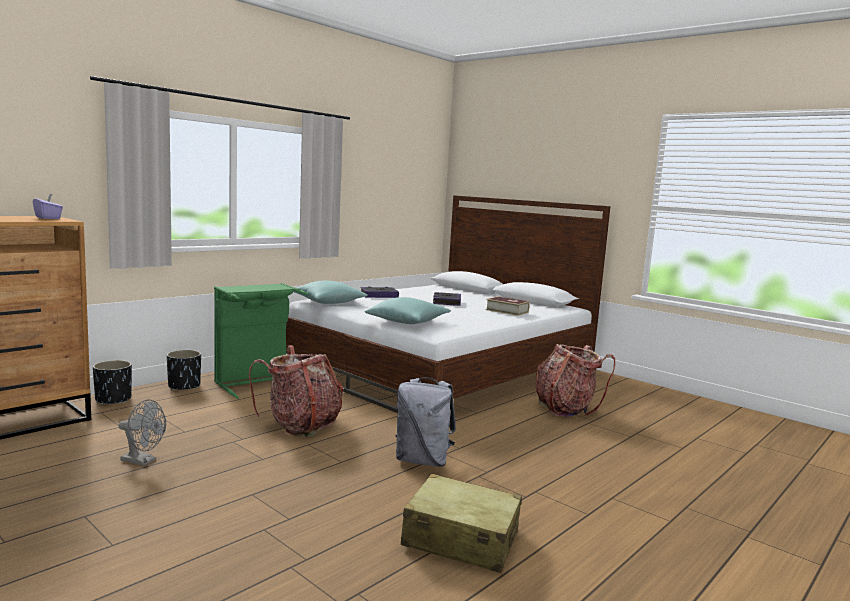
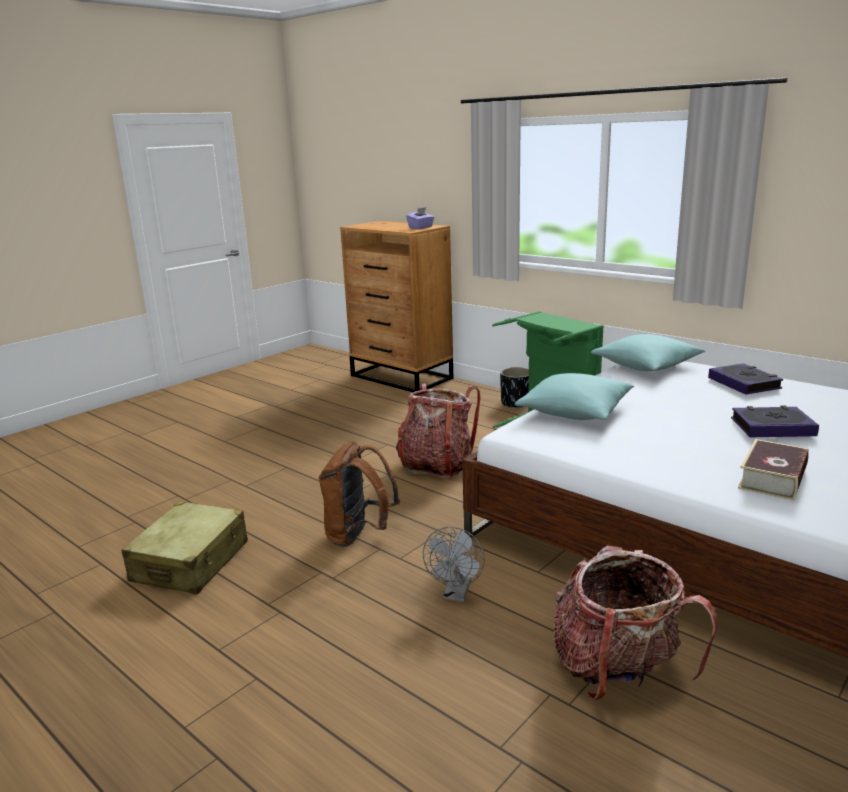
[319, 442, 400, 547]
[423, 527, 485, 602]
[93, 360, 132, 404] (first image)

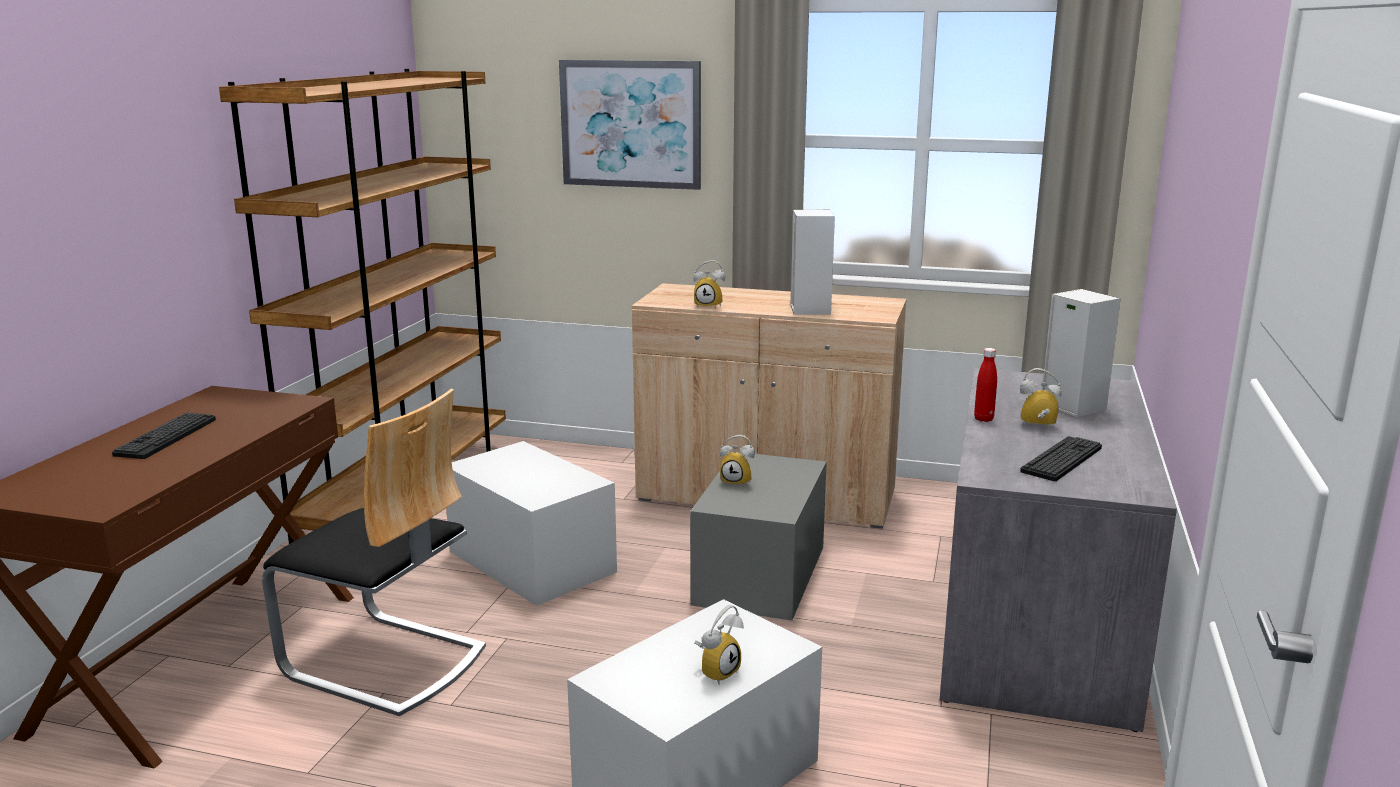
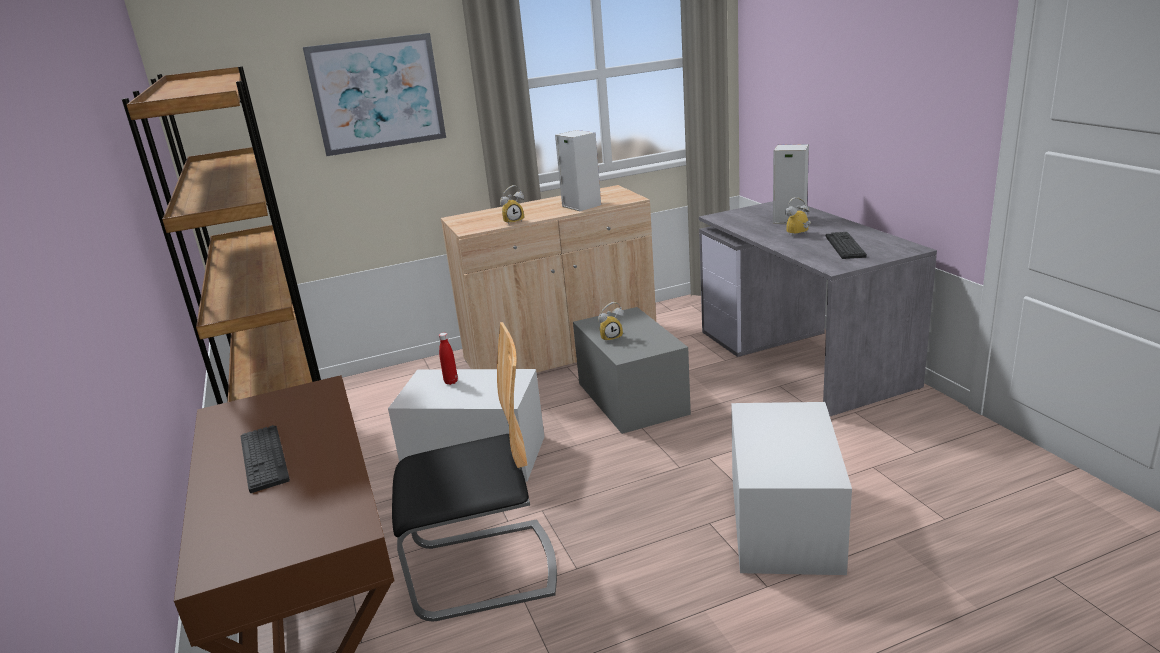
[439, 333, 458, 385]
[694, 605, 744, 684] (first image)

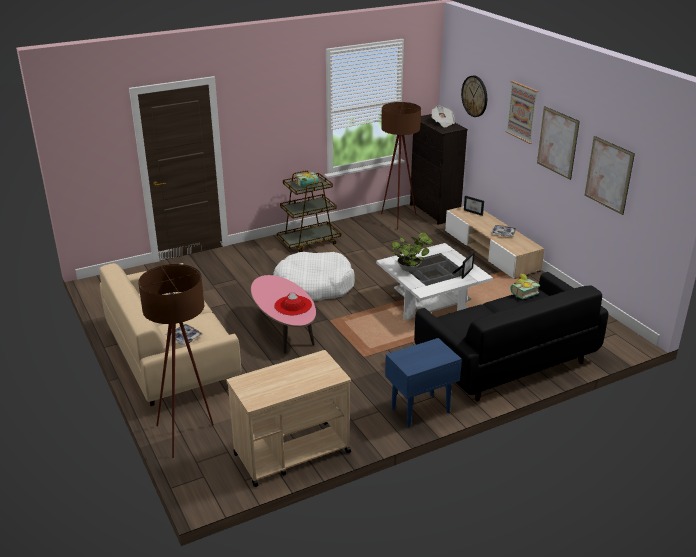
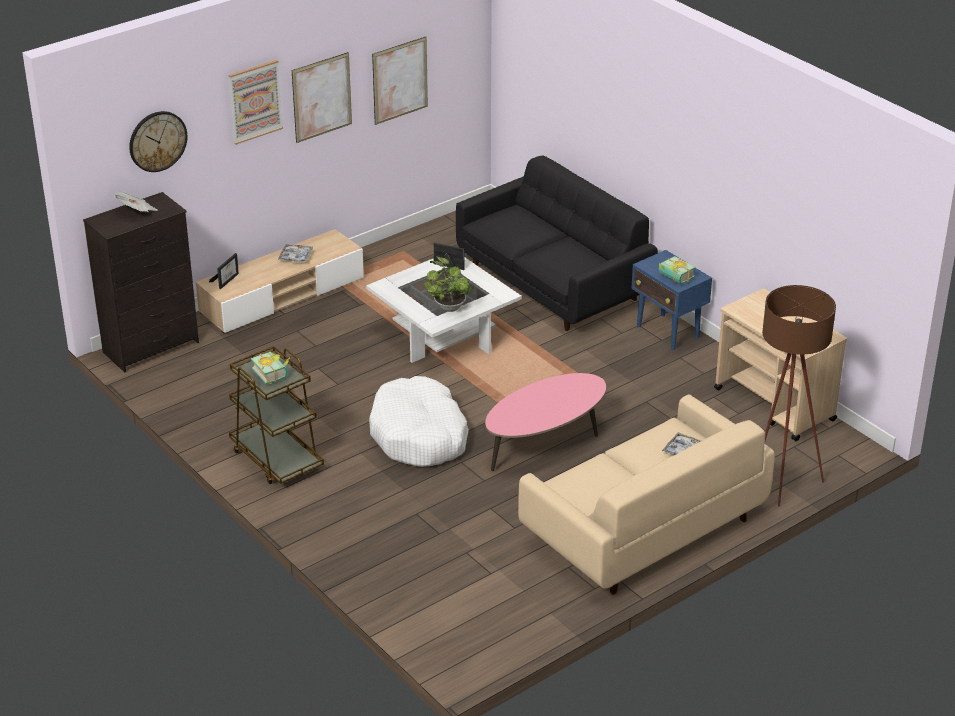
[659, 256, 695, 285]
[274, 292, 312, 315] (first image)
[381, 102, 421, 230] (first image)

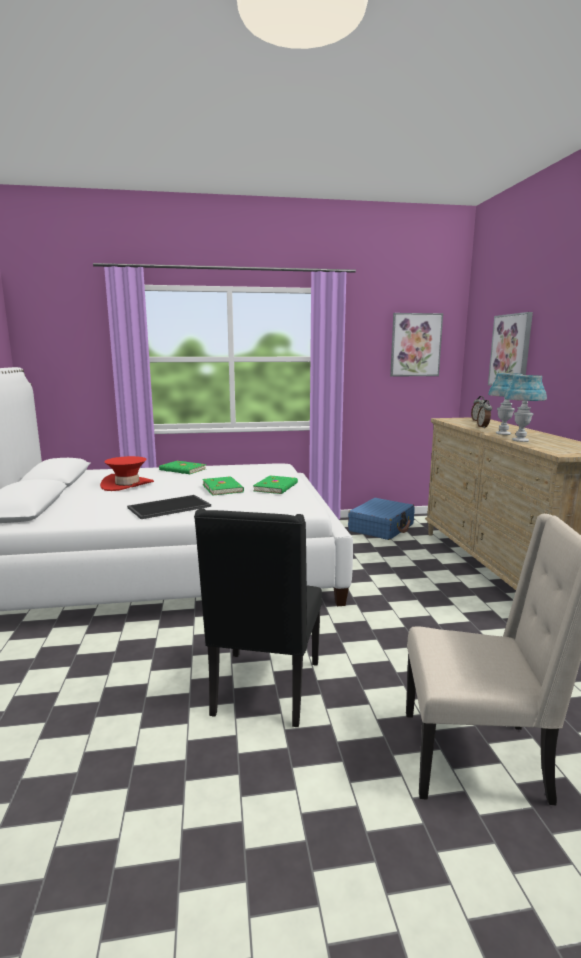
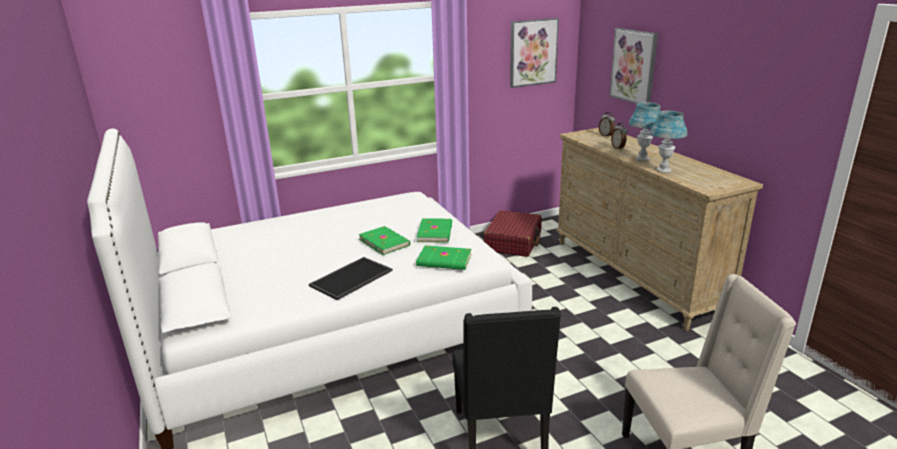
[416, 245, 472, 270]
[484, 210, 542, 257]
[100, 456, 154, 491] (first image)

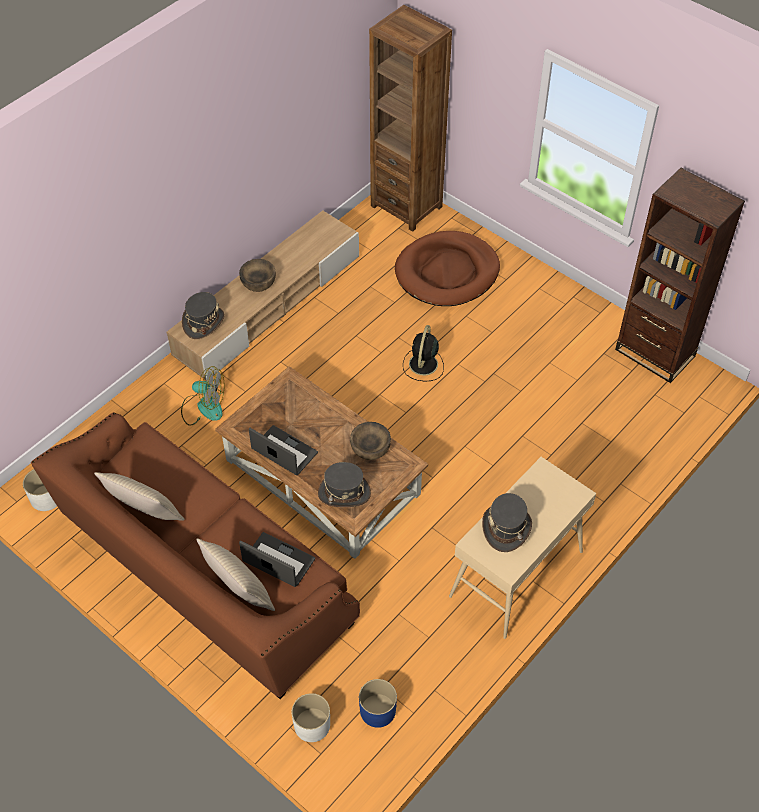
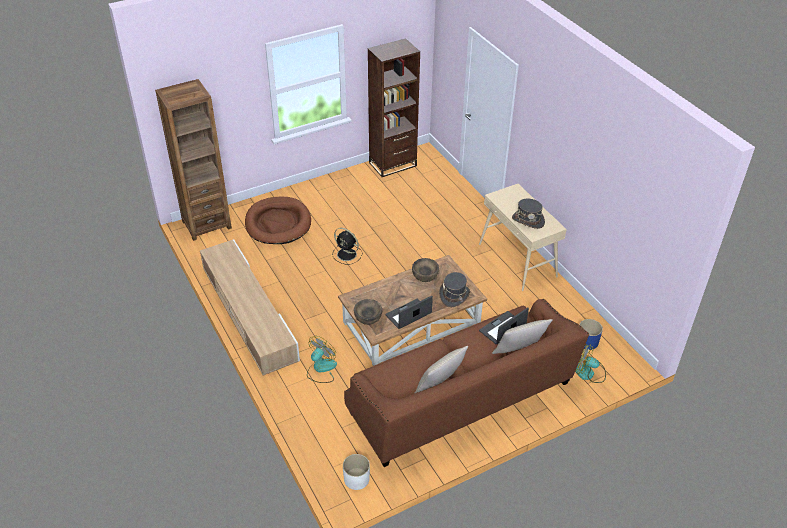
[354, 299, 382, 325]
[575, 344, 606, 383]
[182, 292, 225, 339] (first image)

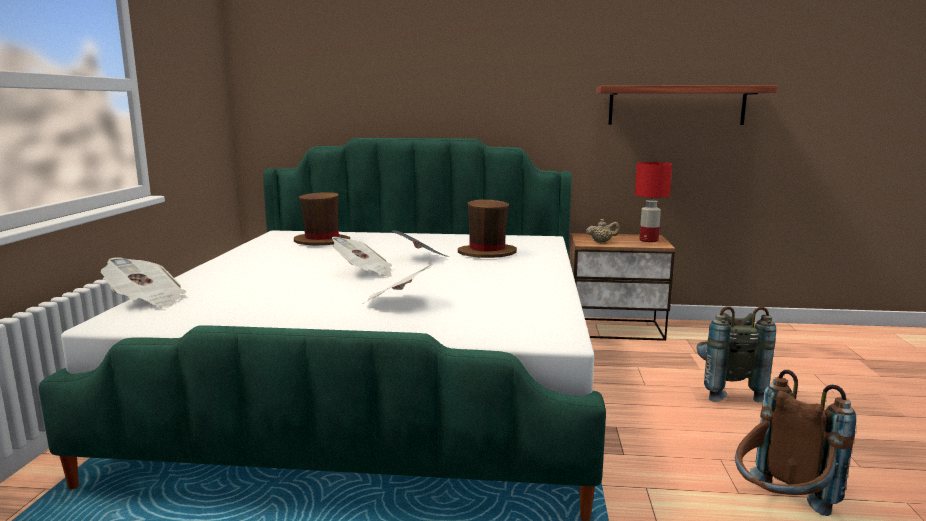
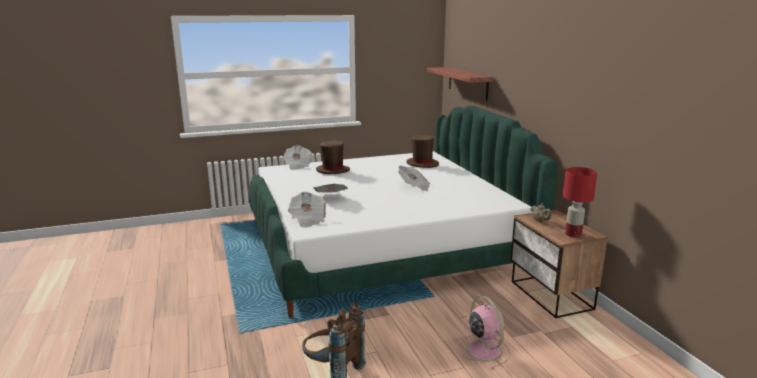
[288, 192, 327, 228]
[316, 140, 350, 174]
[427, 67, 494, 100]
[456, 296, 511, 369]

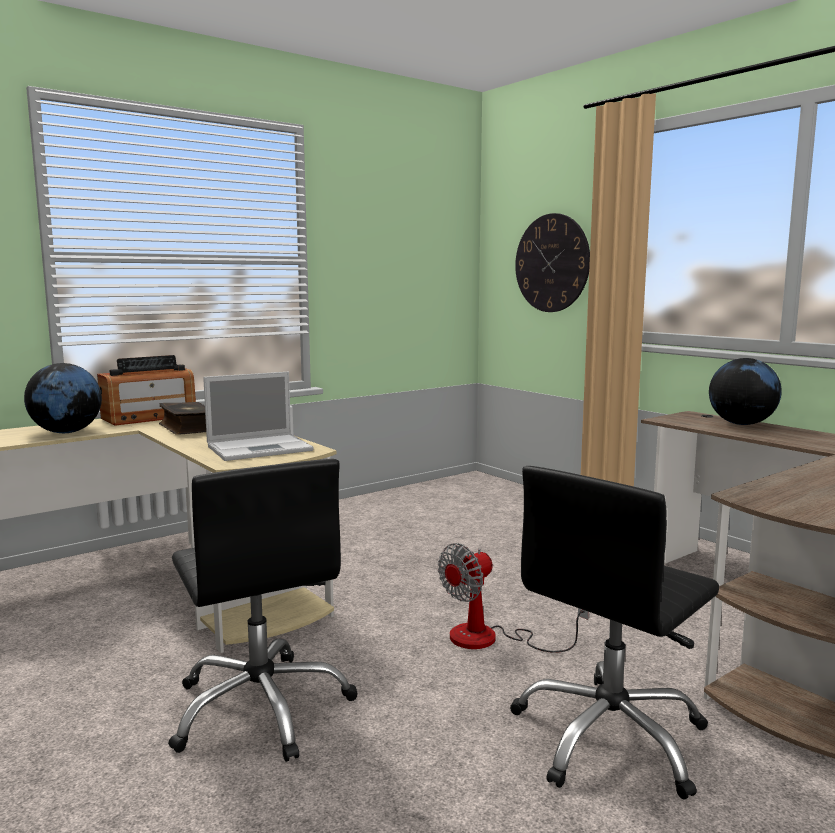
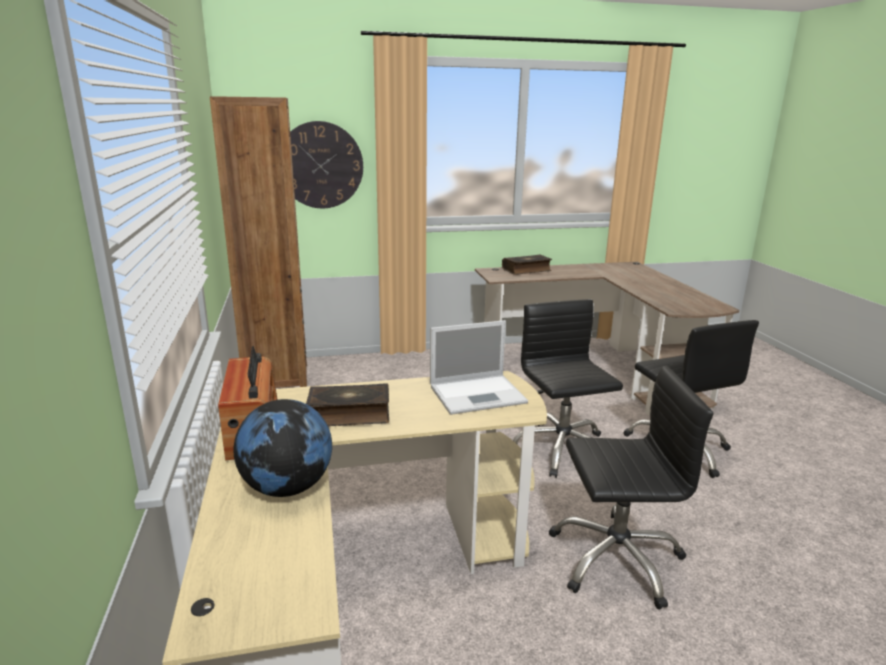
[210, 96, 307, 388]
[430, 320, 528, 415]
[502, 255, 552, 275]
[513, 299, 623, 478]

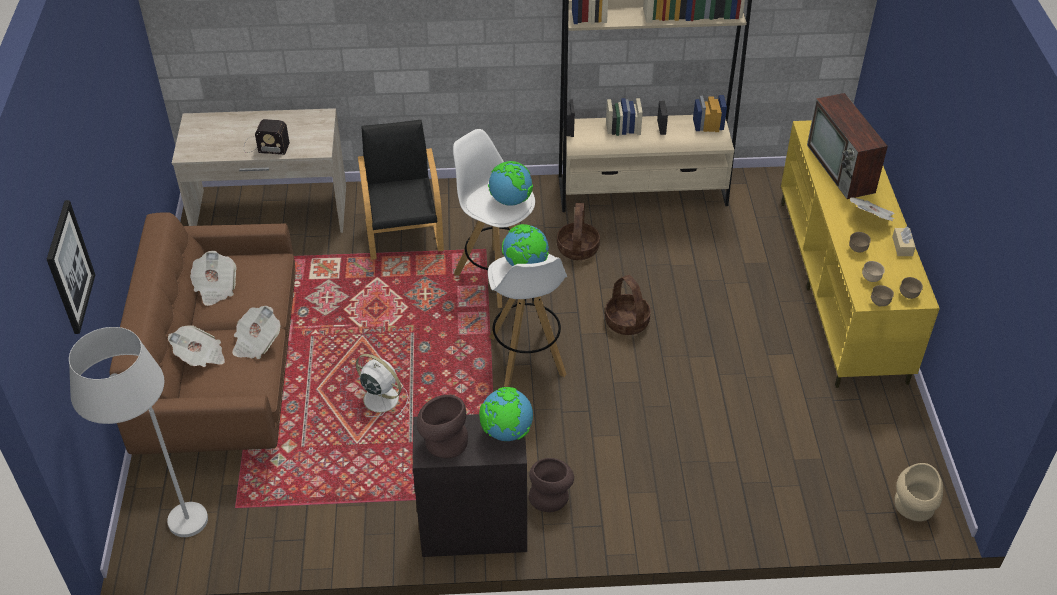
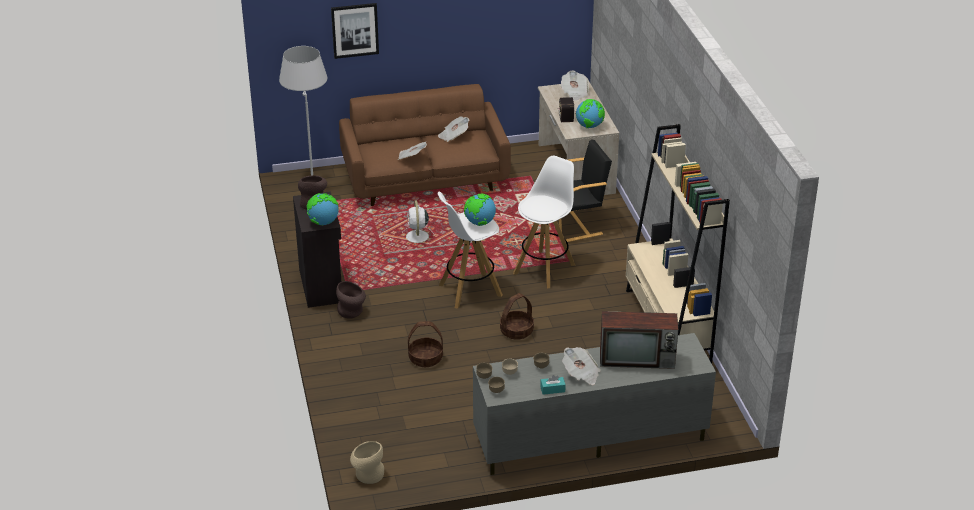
[401, 200, 434, 243]
[408, 321, 443, 367]
[473, 333, 716, 475]
[540, 375, 566, 395]
[561, 71, 589, 101]
[576, 99, 605, 129]
[600, 311, 678, 369]

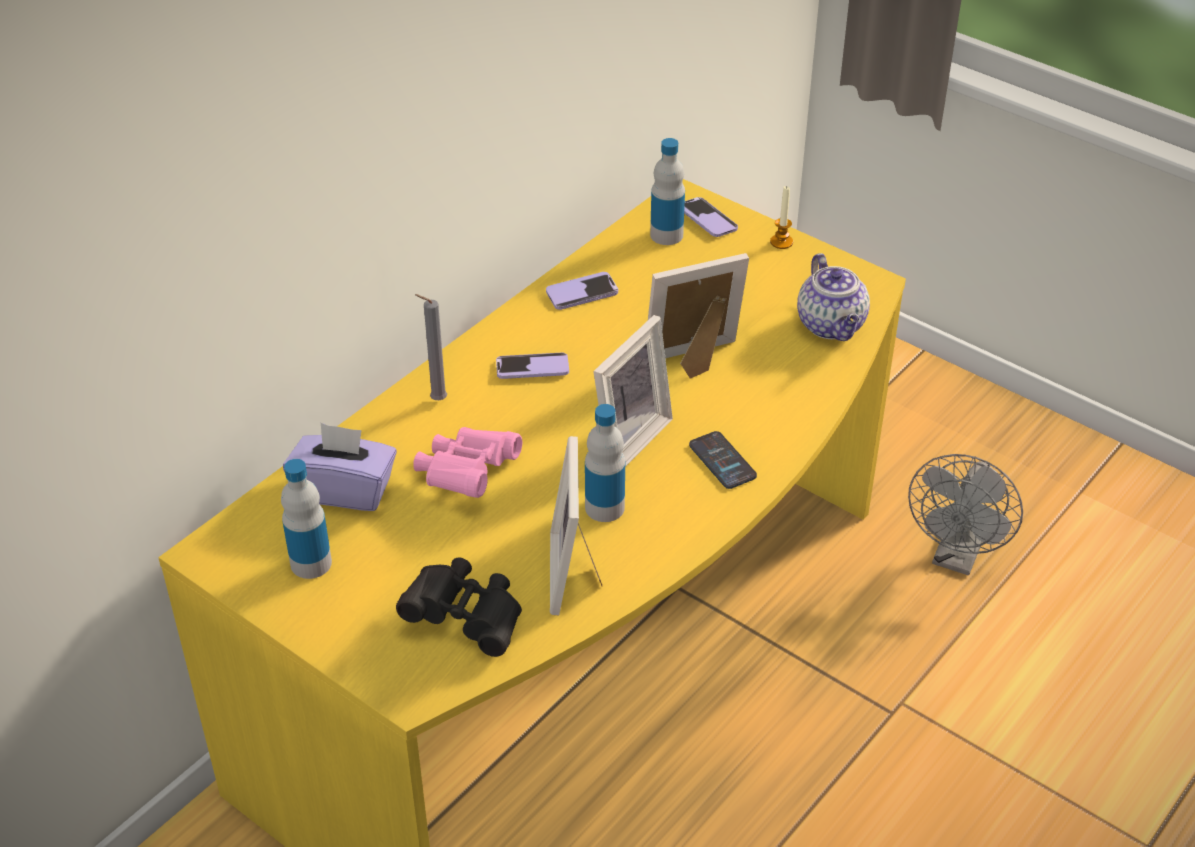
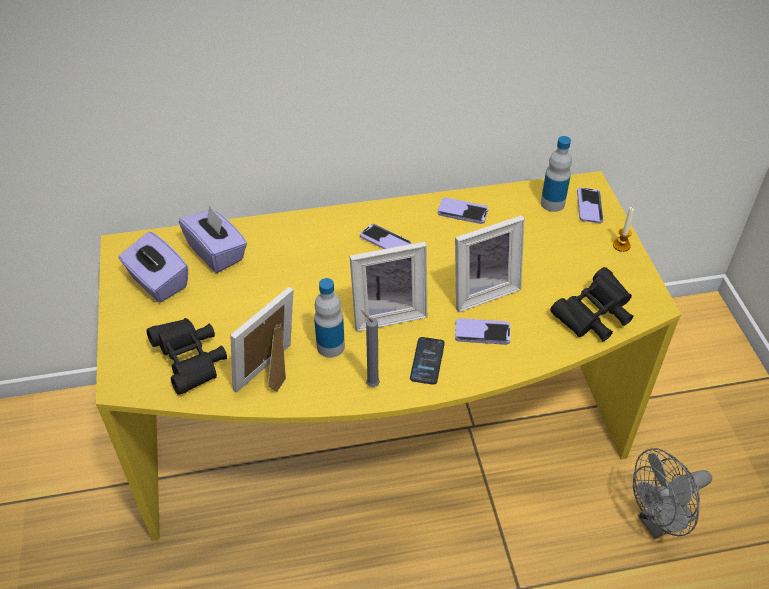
[118, 232, 188, 302]
[361, 310, 380, 387]
[455, 215, 525, 312]
[455, 318, 511, 345]
[550, 267, 634, 341]
[413, 427, 522, 498] (first image)

